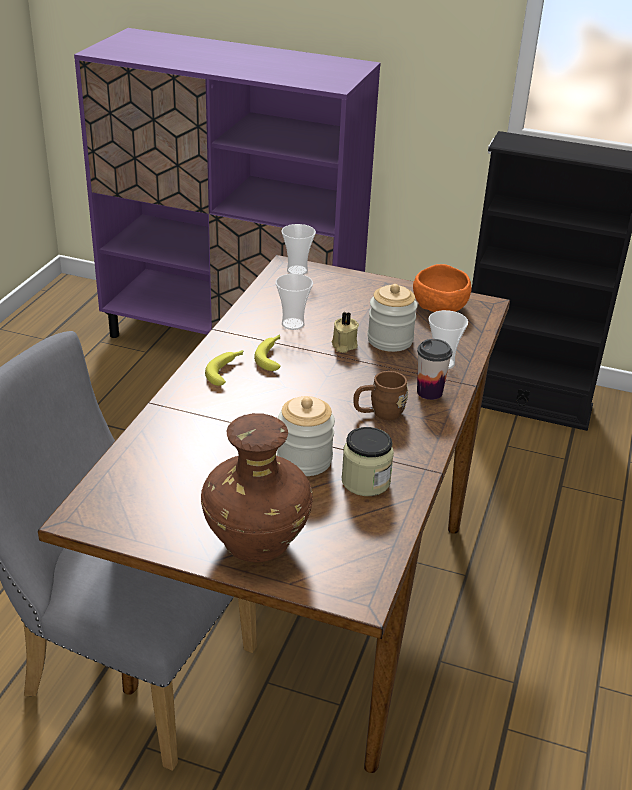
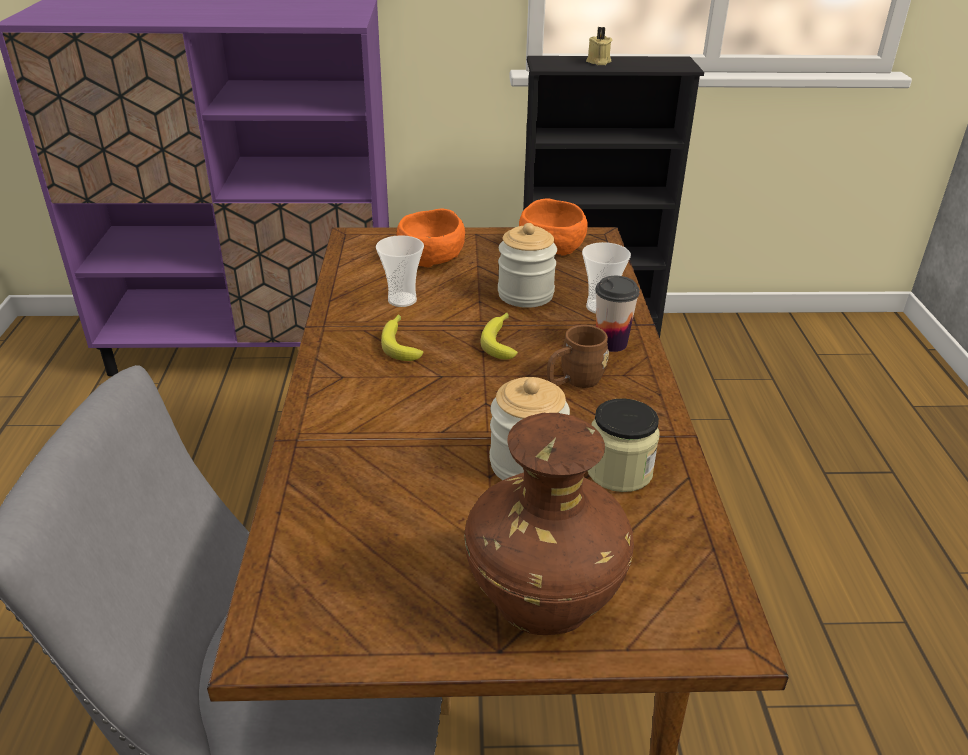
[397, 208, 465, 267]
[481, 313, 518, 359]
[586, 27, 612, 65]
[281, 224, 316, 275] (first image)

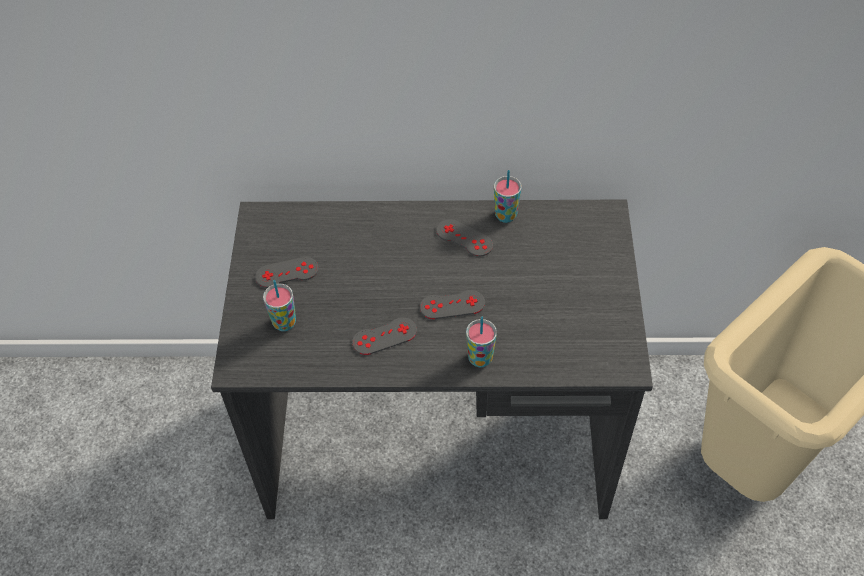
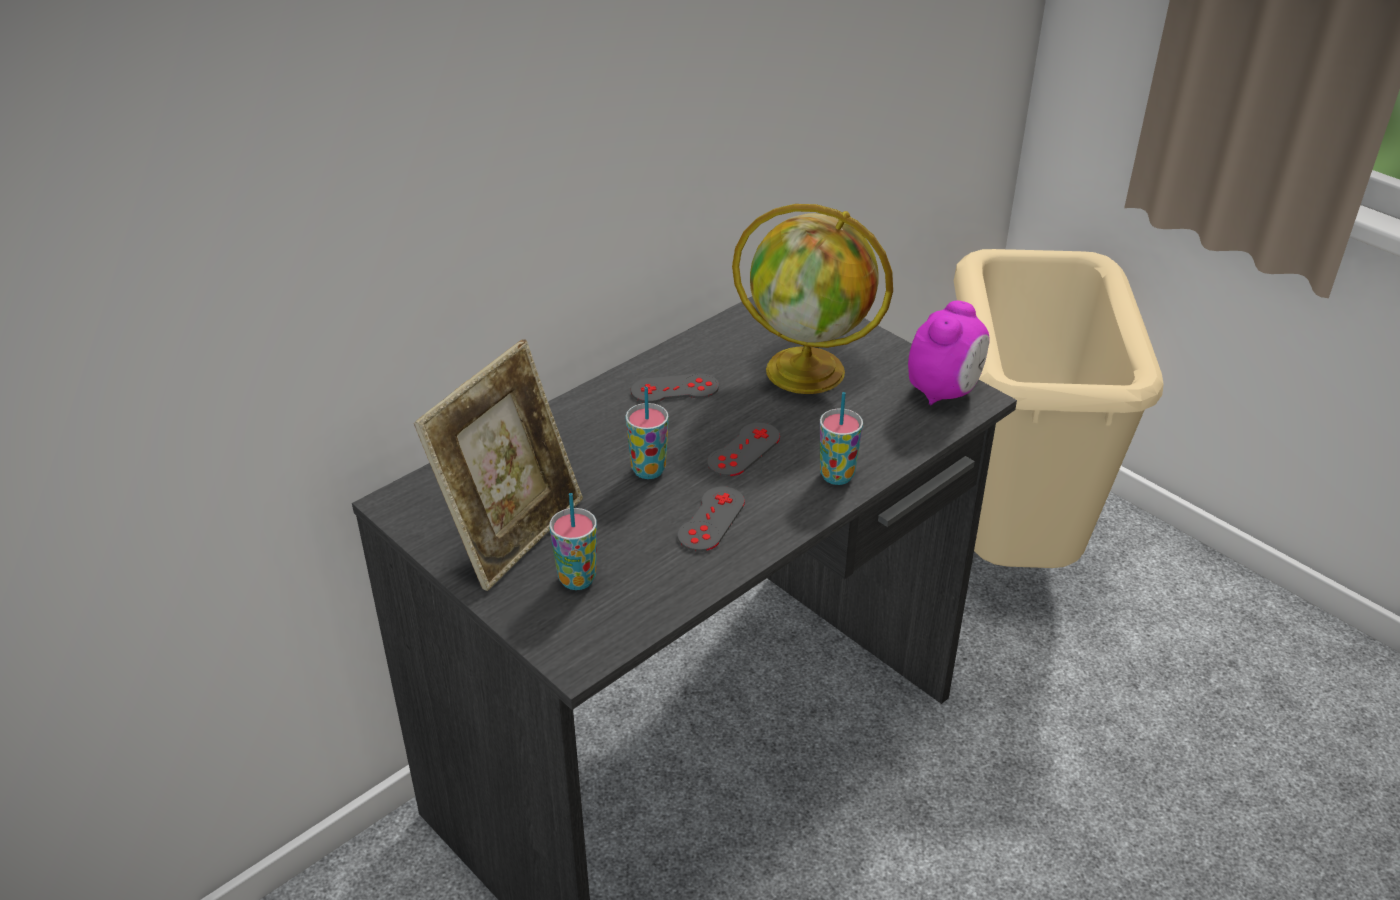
[414, 339, 583, 591]
[625, 387, 669, 479]
[732, 204, 893, 394]
[908, 301, 990, 405]

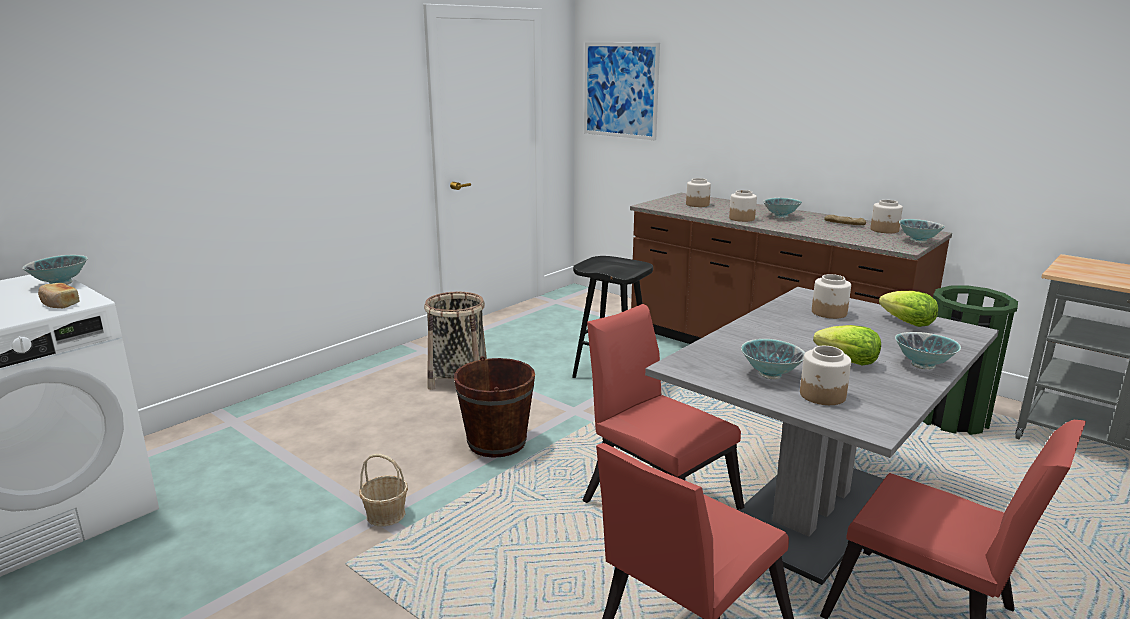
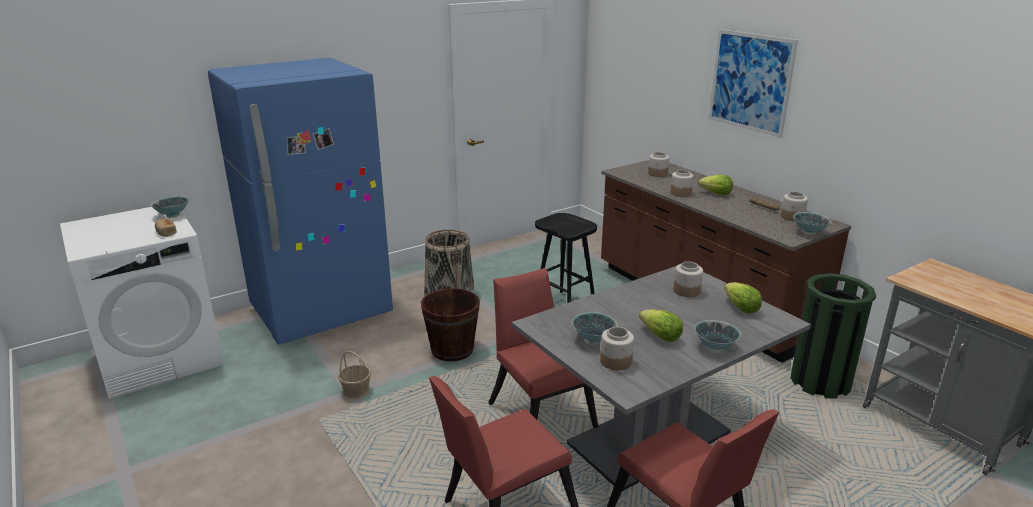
[208, 58, 393, 345]
[698, 175, 733, 195]
[708, 29, 798, 138]

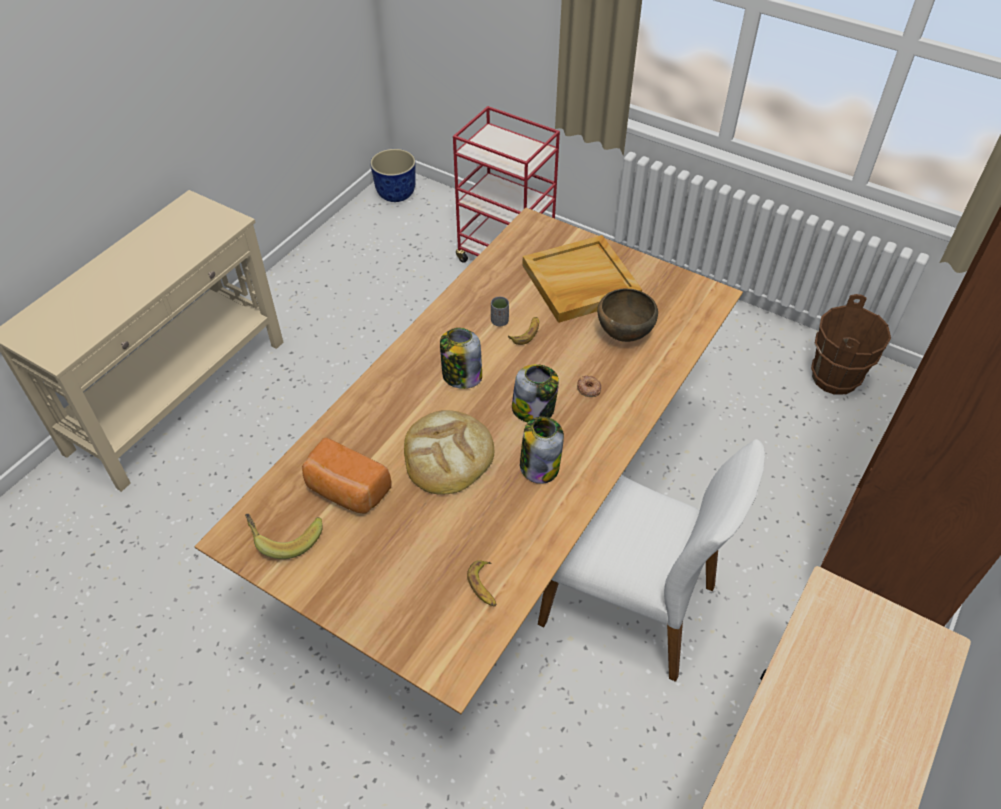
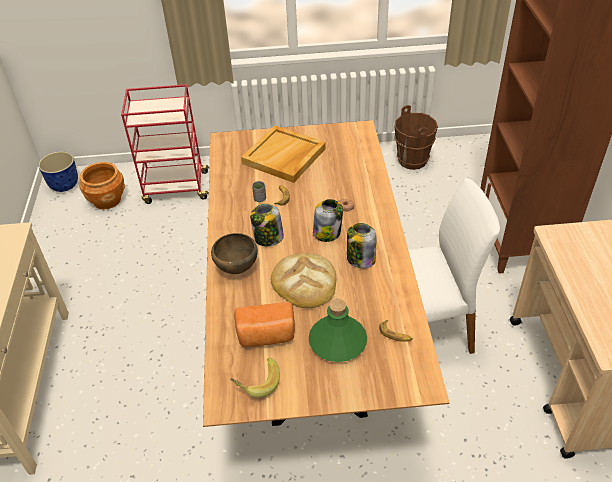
[79, 162, 125, 209]
[211, 233, 258, 274]
[309, 299, 367, 362]

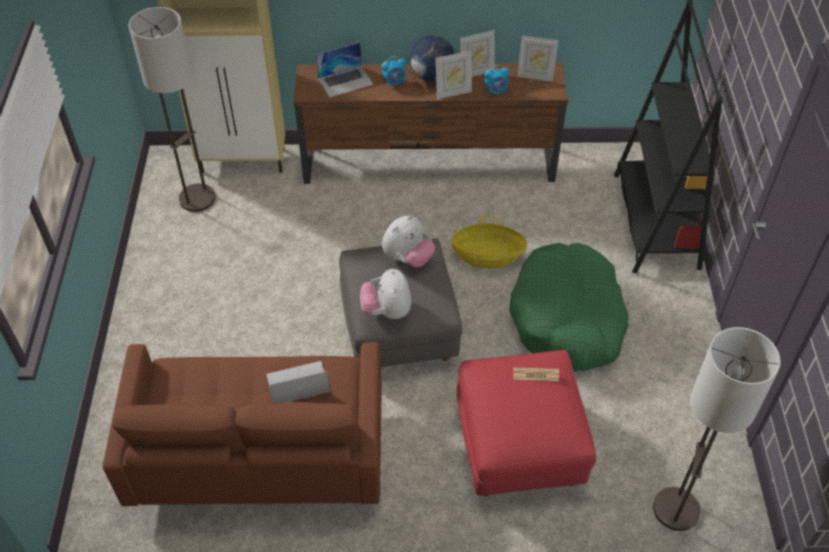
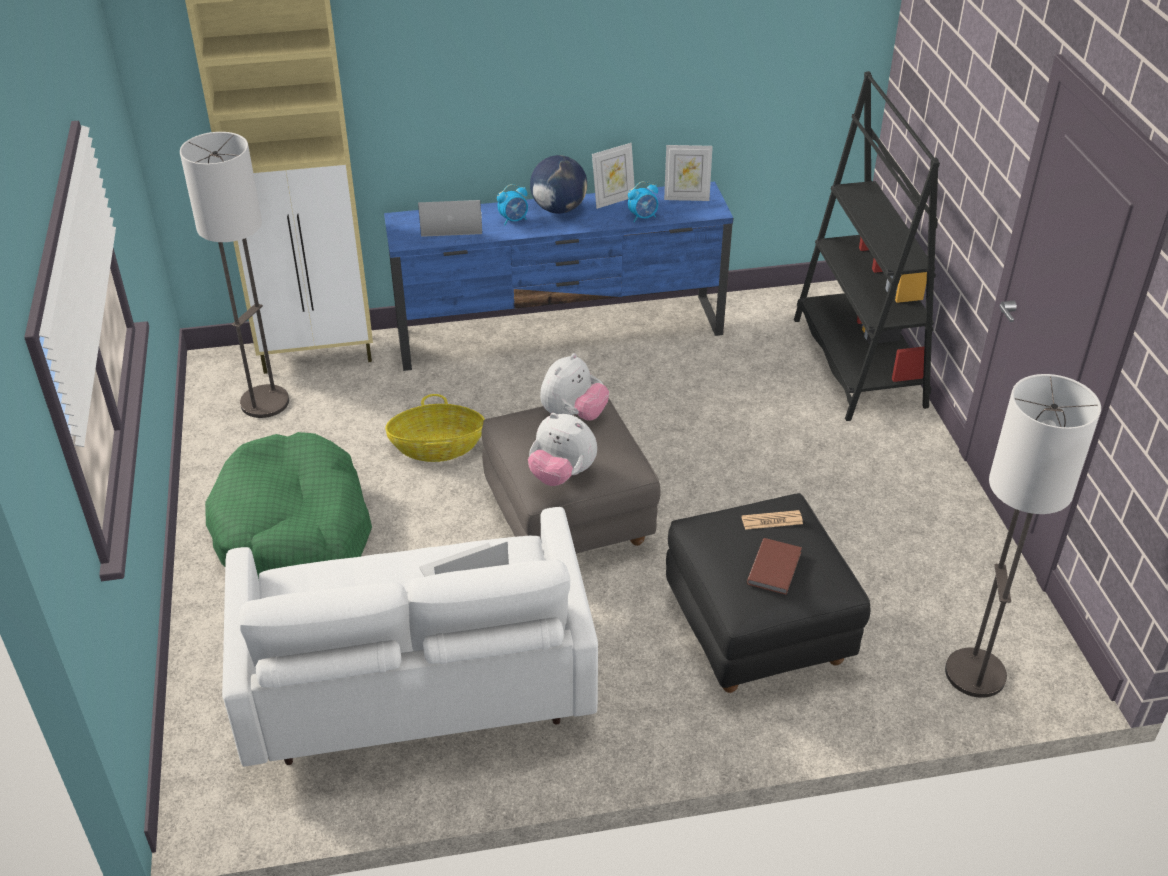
[205, 432, 372, 579]
[222, 507, 598, 766]
[384, 182, 733, 371]
[385, 394, 485, 462]
[418, 200, 482, 237]
[528, 413, 597, 486]
[666, 493, 870, 693]
[747, 538, 802, 595]
[435, 51, 472, 99] (first image)

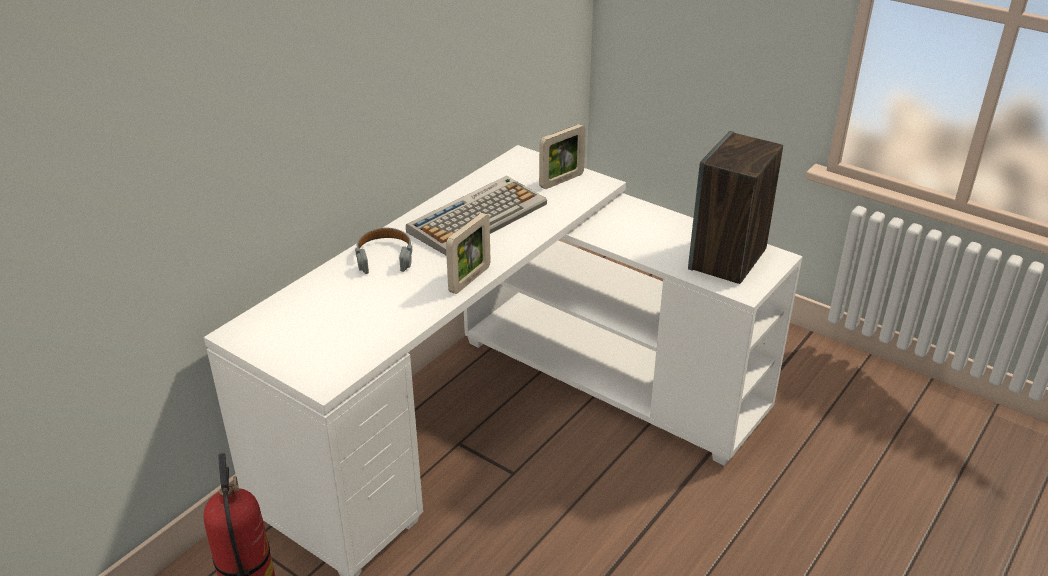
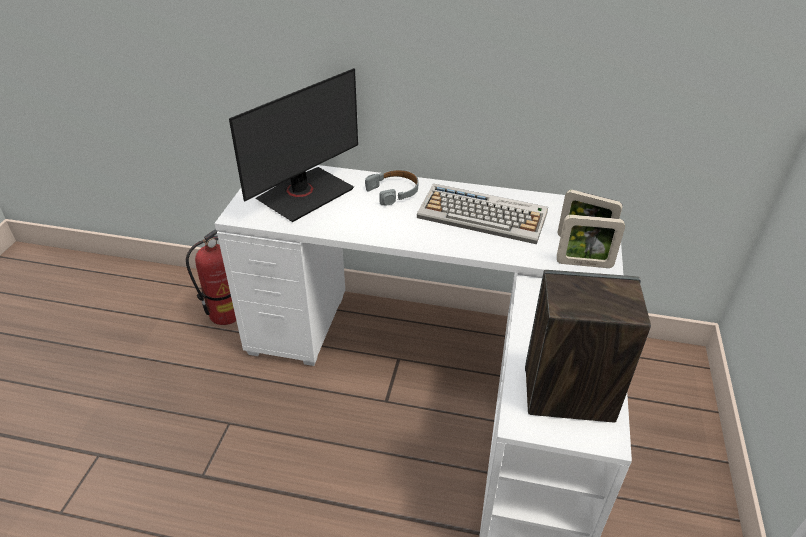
[229, 68, 358, 222]
[557, 215, 625, 268]

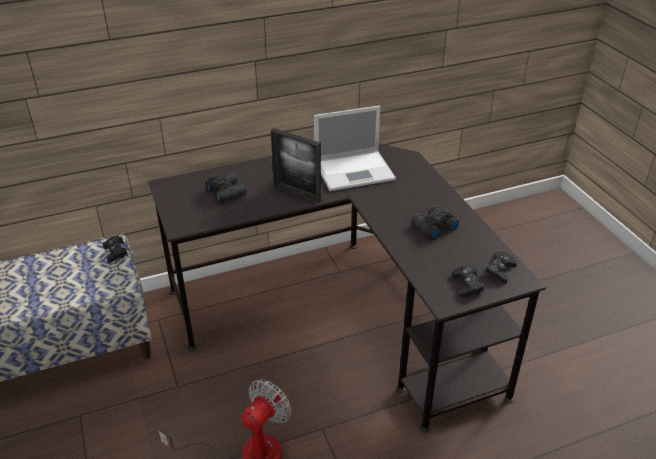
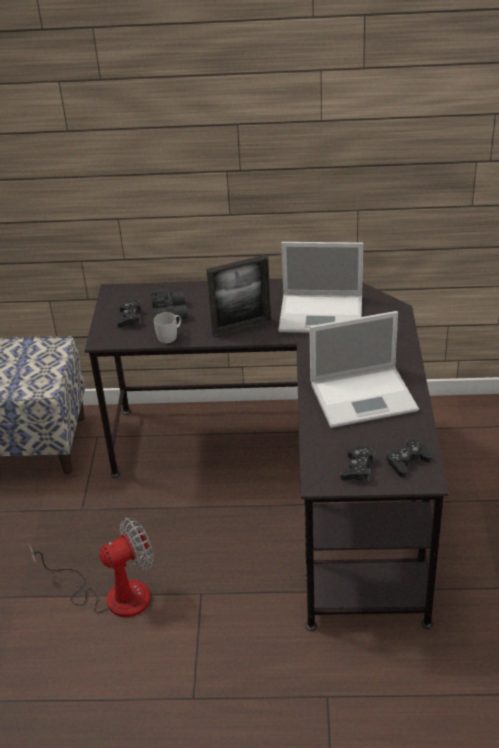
[117, 300, 143, 328]
[154, 312, 181, 343]
[206, 255, 271, 337]
[309, 311, 419, 428]

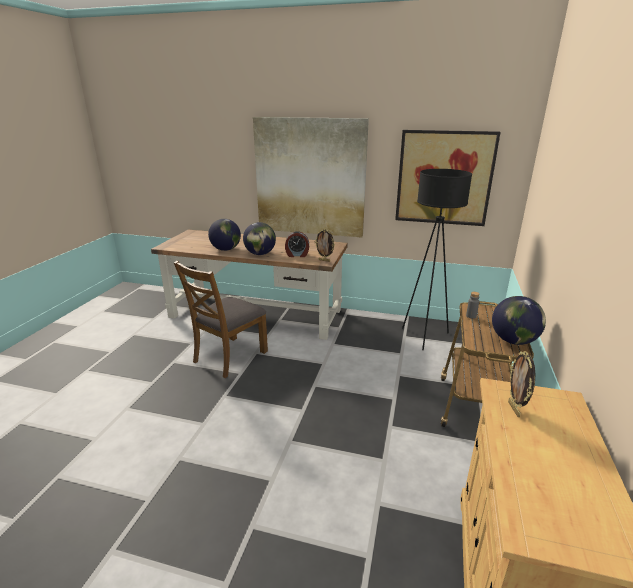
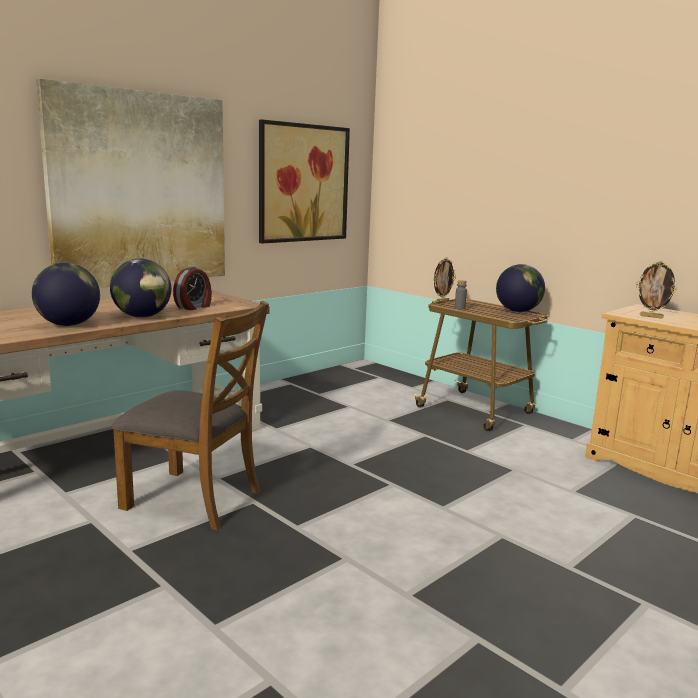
[112, 301, 269, 530]
[433, 257, 456, 303]
[402, 169, 472, 350] (first image)

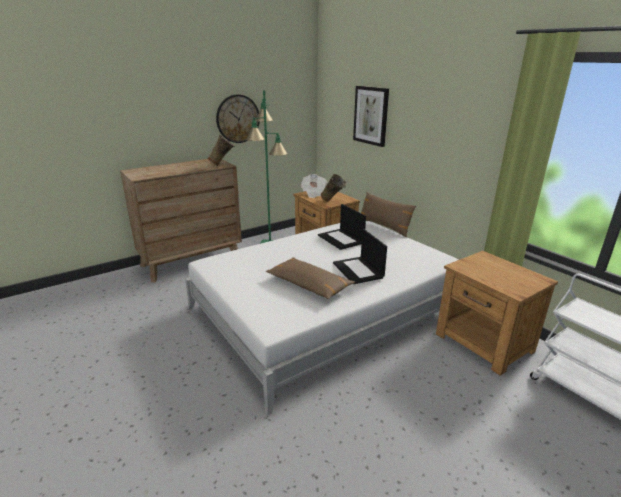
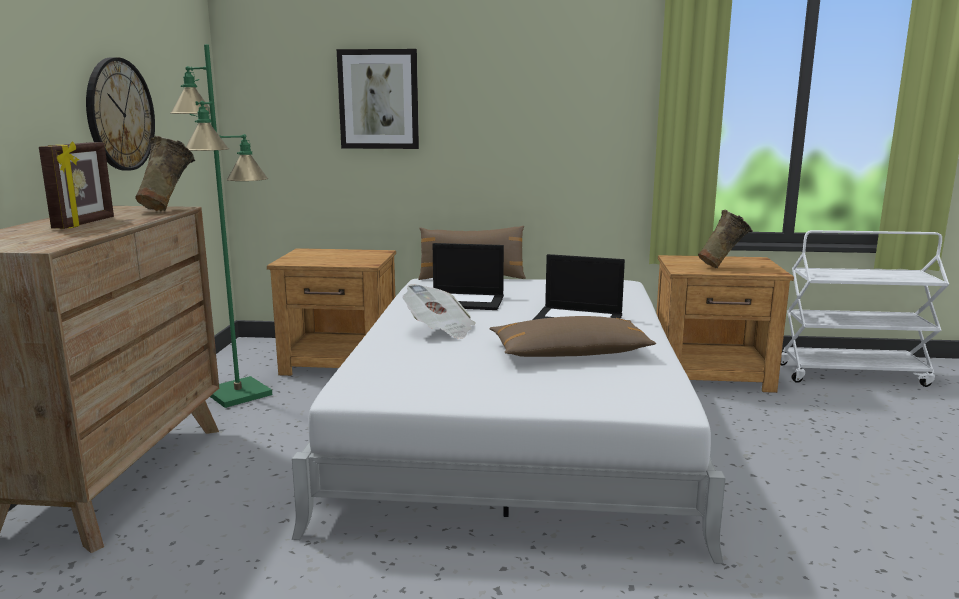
[39, 141, 114, 229]
[403, 284, 475, 339]
[698, 210, 753, 268]

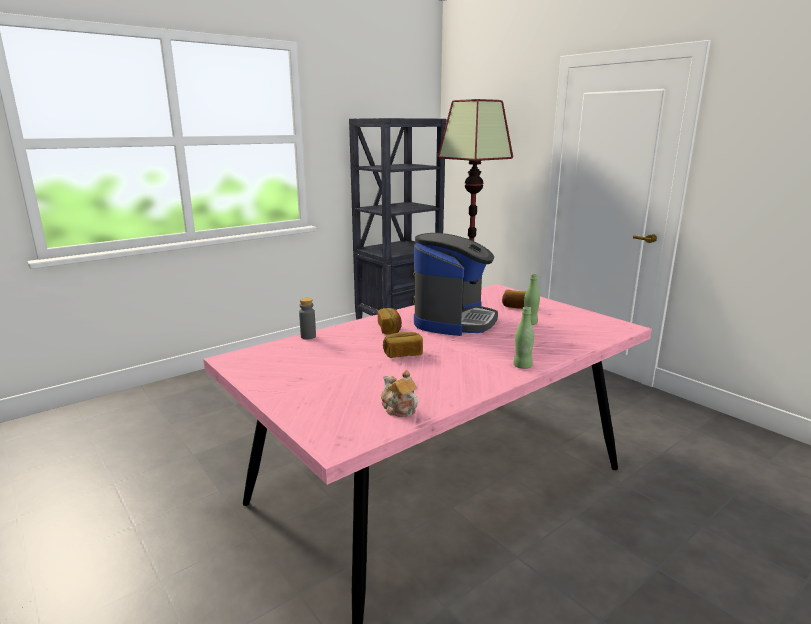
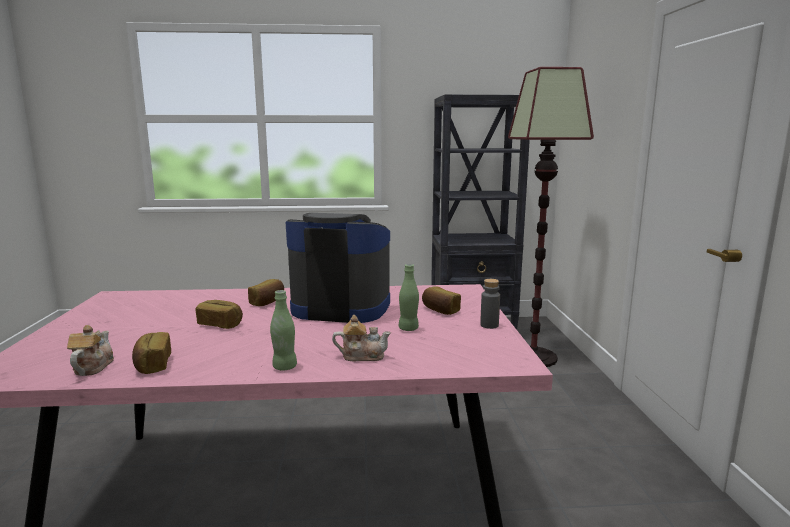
[132, 332, 171, 374]
[286, 213, 390, 323]
[332, 315, 391, 361]
[480, 279, 500, 329]

